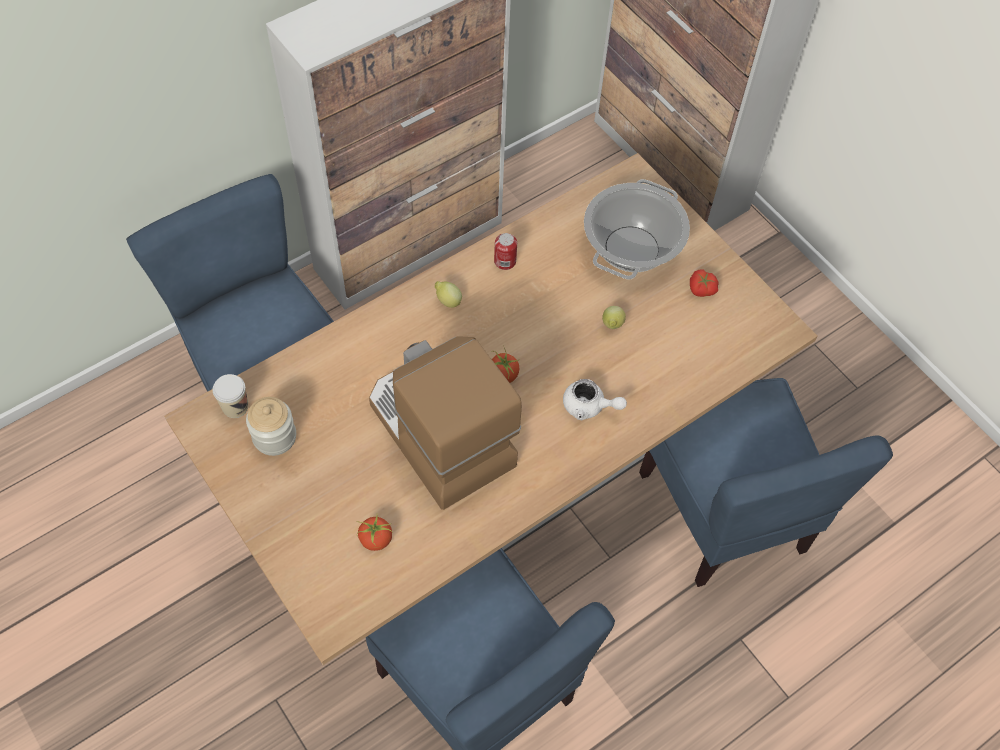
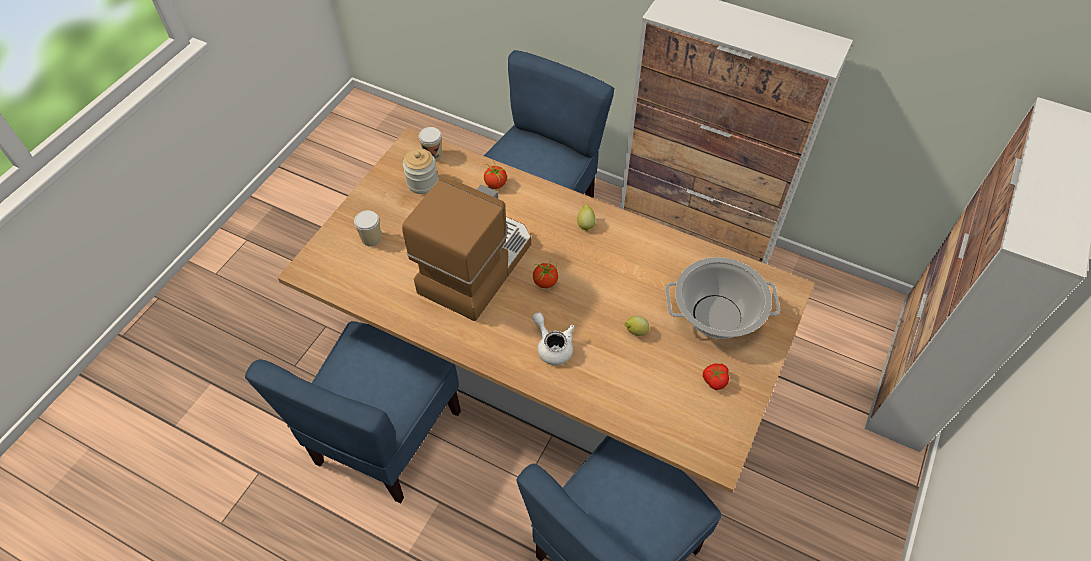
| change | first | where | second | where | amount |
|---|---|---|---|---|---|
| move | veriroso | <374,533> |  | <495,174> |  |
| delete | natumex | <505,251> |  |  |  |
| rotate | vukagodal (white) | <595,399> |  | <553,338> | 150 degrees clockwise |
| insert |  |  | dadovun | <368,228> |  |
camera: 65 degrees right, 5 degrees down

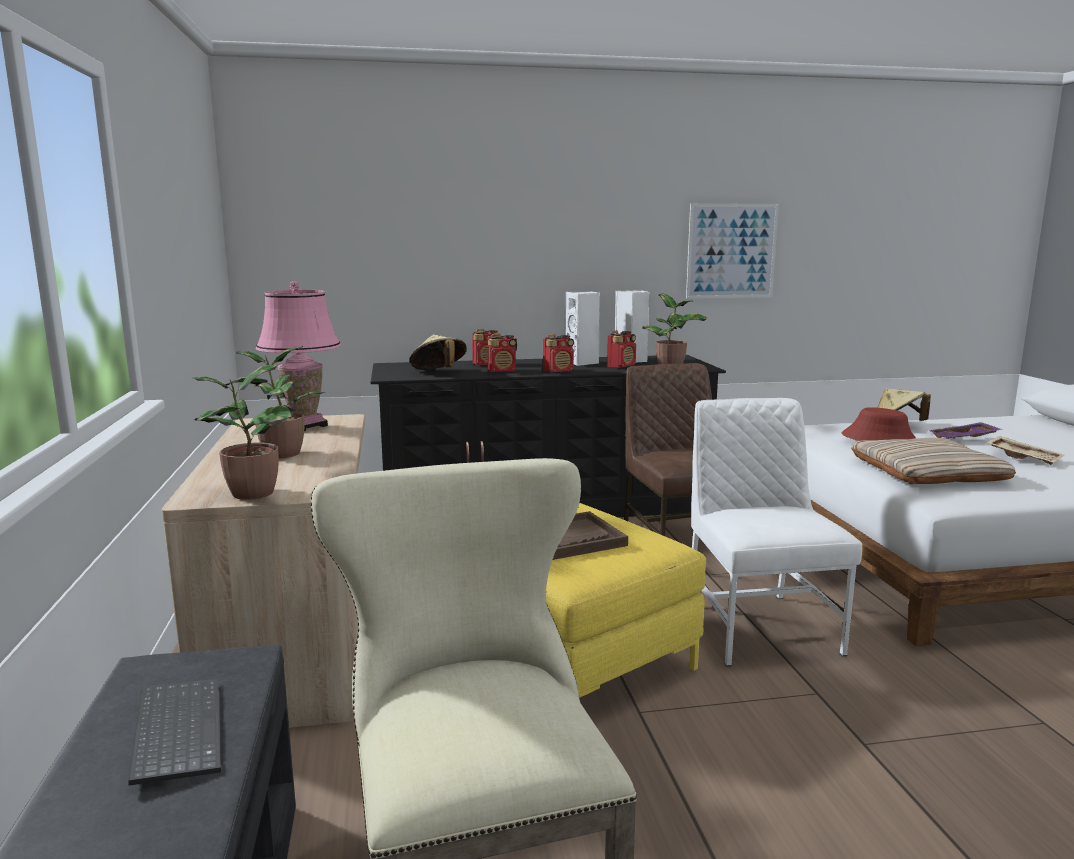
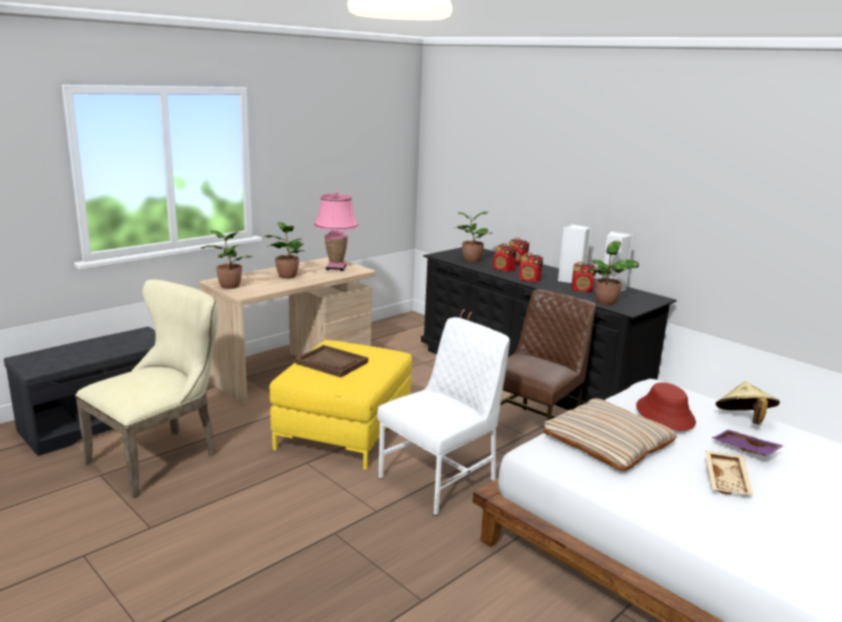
| change | first | where | second | where | amount |
|---|---|---|---|---|---|
| delete | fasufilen | <175,732> |  |  |  |
| replace | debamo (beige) | <438,352> | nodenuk | <474,237> |  |
| delete | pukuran | <732,251> |  |  |  |
camera: 55 degrees right, 5 degrees up

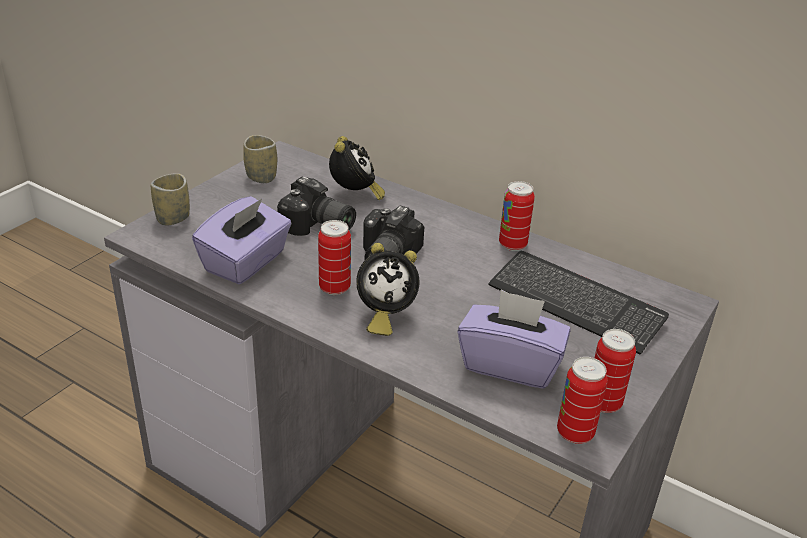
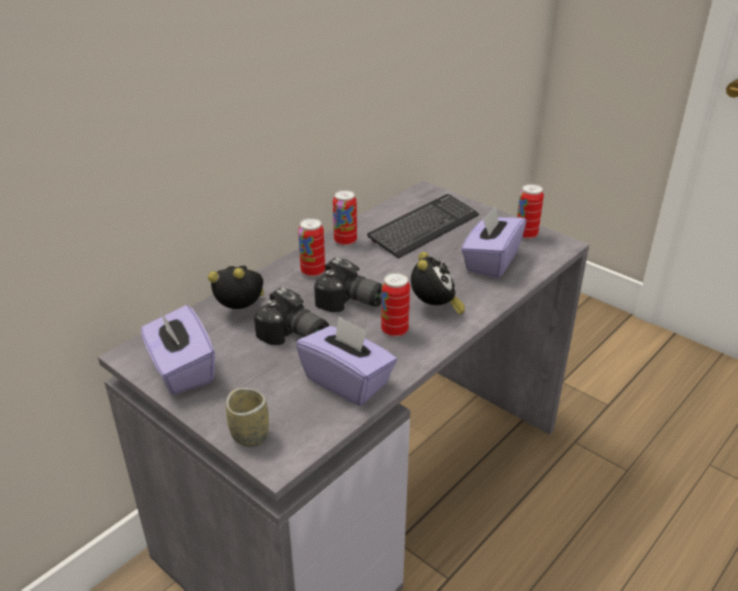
| change | first | where | second | where | amount |
|---|---|---|---|---|---|
| replace | dadovun | <260,159> | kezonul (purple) | <178,349> |  |
| rotate | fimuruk | <316,206> |  | <291,316> | 90 degrees clockwise |
| move | natumex | <582,400> |  | <311,247> |  |
camera: 80 degrees left, 0 degrees up

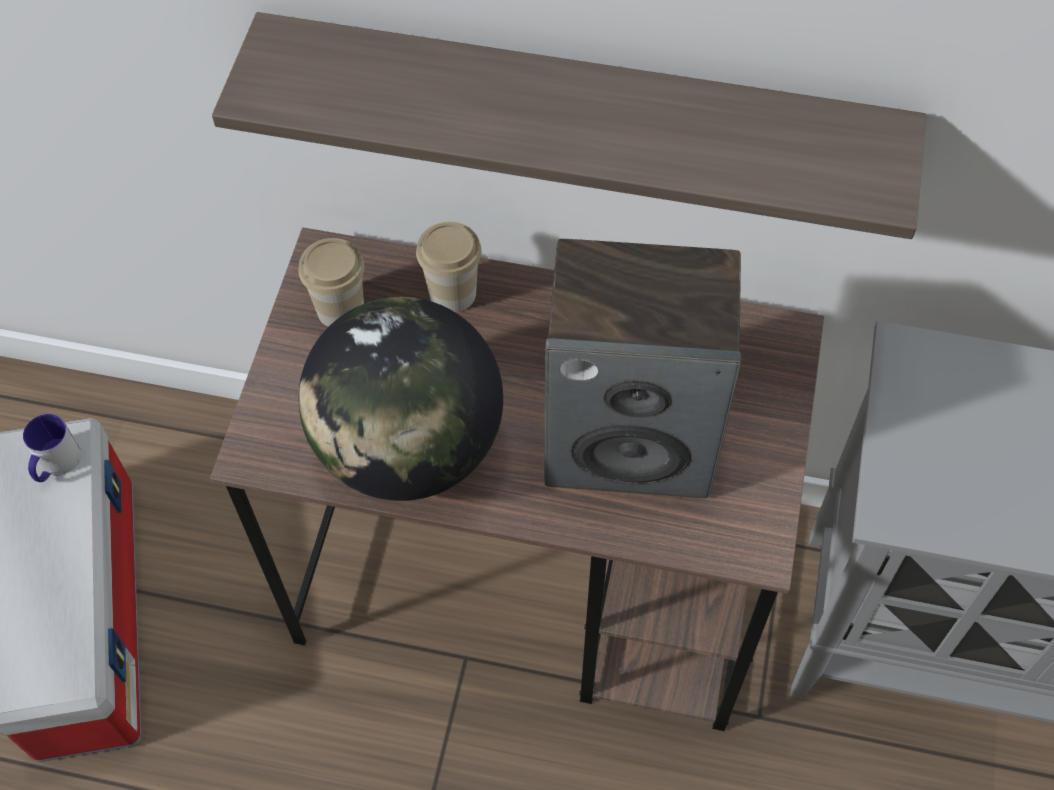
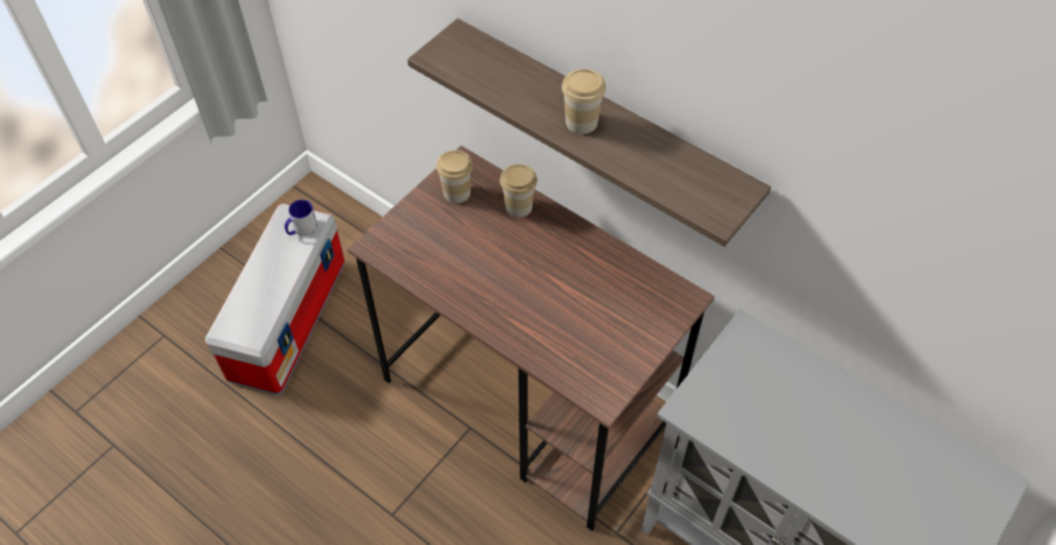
| change | first | where | second | where | amount |
|---|---|---|---|---|---|
| delete | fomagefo | <401,399> |  |  |  |
| delete | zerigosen | <642,368> |  |  |  |
| insert |  |  | dadovun | <584,101> |  |
camera: 25 degrees right, 5 degrees down

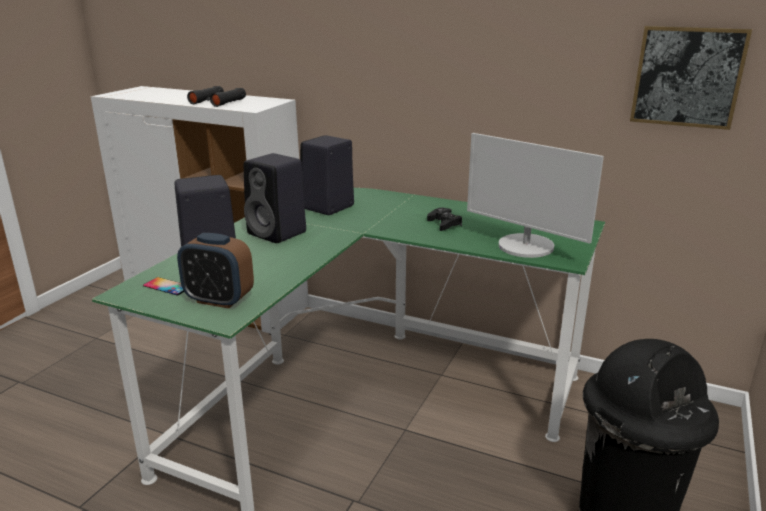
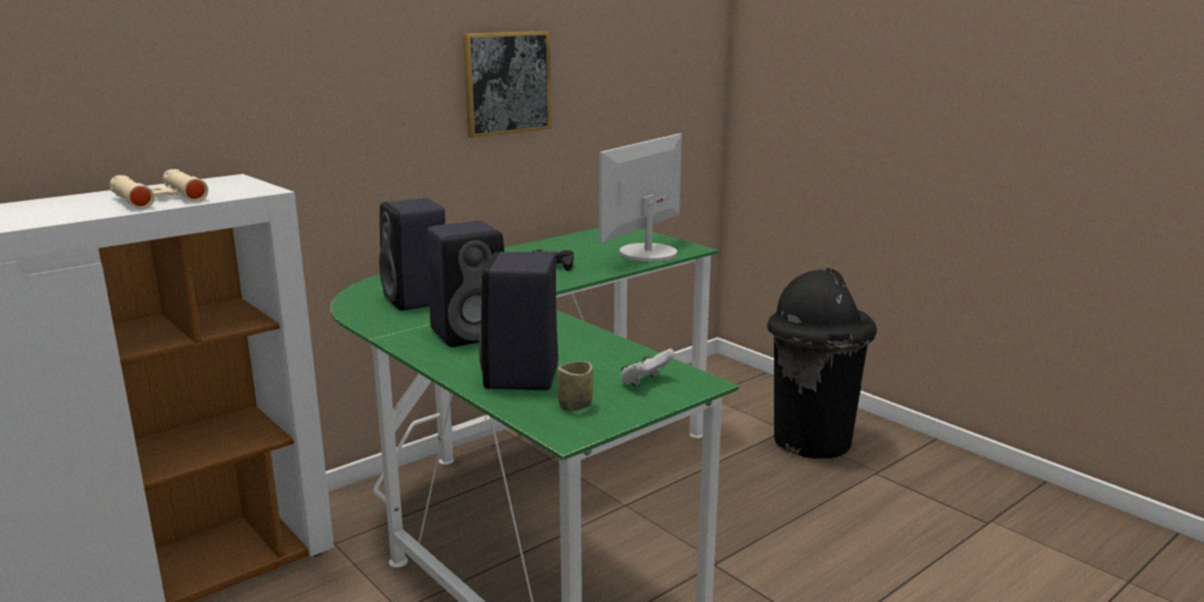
| change | first | where | second | where | amount |
|---|---|---|---|---|---|
| replace | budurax | <163,286> | dadovun | <575,386> |  |
| replace | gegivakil | <215,270> | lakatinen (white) | <648,367> |  |
| recolor | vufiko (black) | <216,96> | vufiko (beige) | <159,189> |  |
| rotate | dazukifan | <535,195> |  | <640,198> | 150 degrees clockwise |
| move | pukuran | <691,78> |  | <507,84> |  |
camera: 65 degrees left, 5 degrees down

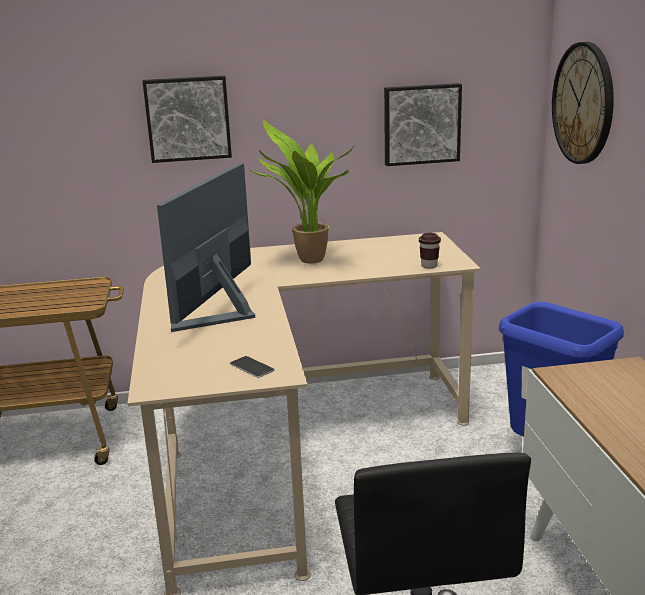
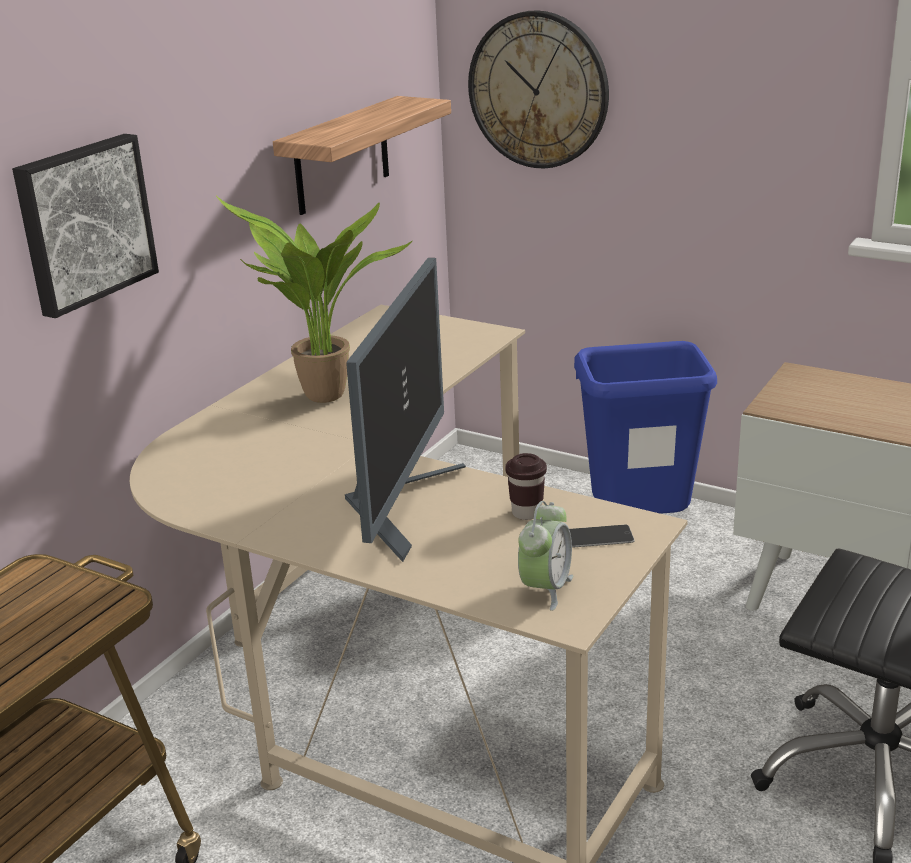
| change | first | where | second | where | amount |
|---|---|---|---|---|---|
| rotate | dazukifan | <206,247> |  | <405,410> | 135 degrees counterclockwise |
| replace | pukuran | <423,124> | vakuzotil | <362,155> |  |
| move | dadovun (brown) | <430,251> |  | <526,486> |  |
| insert |  |  | gegivakil | <545,556> |  |
camera: 50 degrees left, 5 degrees up

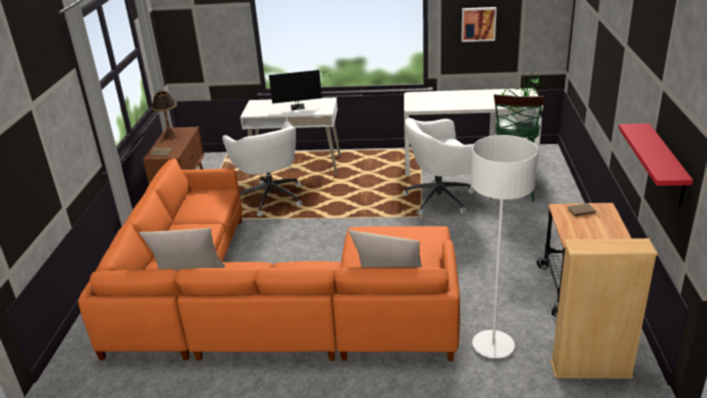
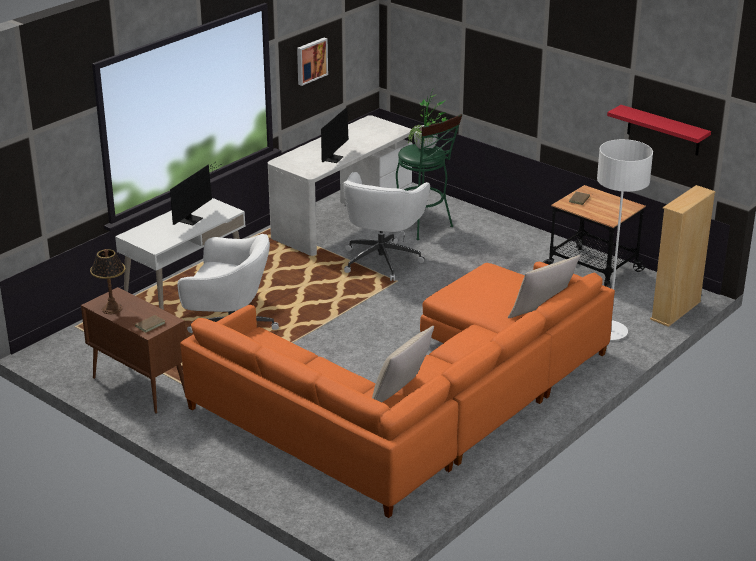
| change | first | where | second | where | amount |
|---|---|---|---|---|---|
| insert |  |  | dazukifan | <337,135> |  |
camera: 55 degrees left, 0 degrees up

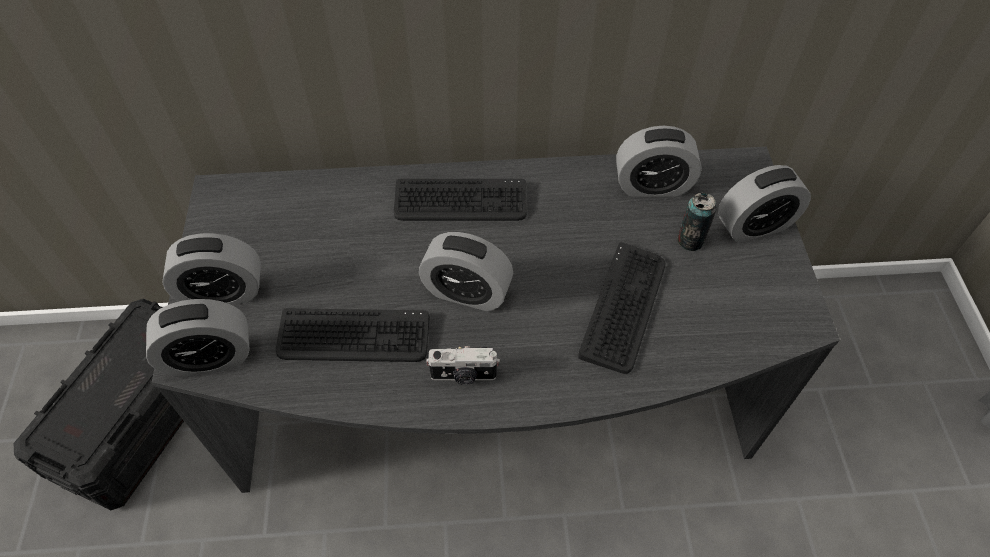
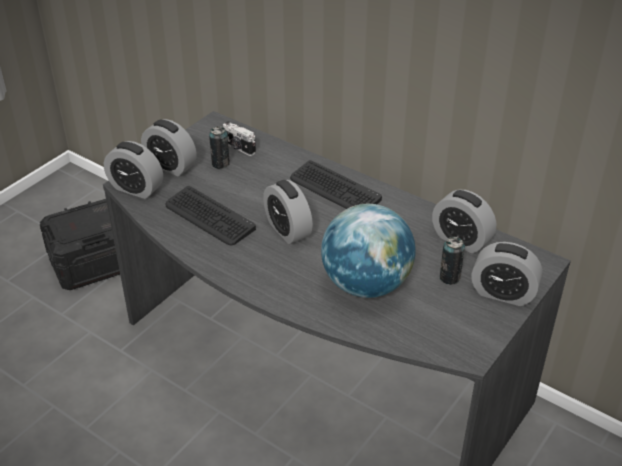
| change | first | where | second | where | amount |
|---|---|---|---|---|---|
| move | fimuruk | <463,365> |  | <239,138> |  |
| replace | fasufilen | <621,308> | fomagefo | <368,251> |  |
| insert |  |  | natumex | <219,147> |  |
camera: 40 degrees right, 15 degrees down

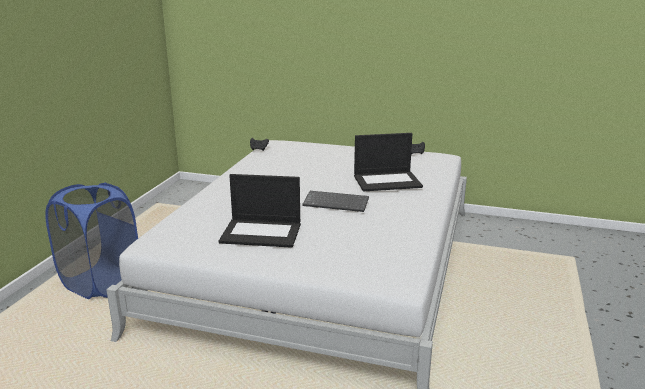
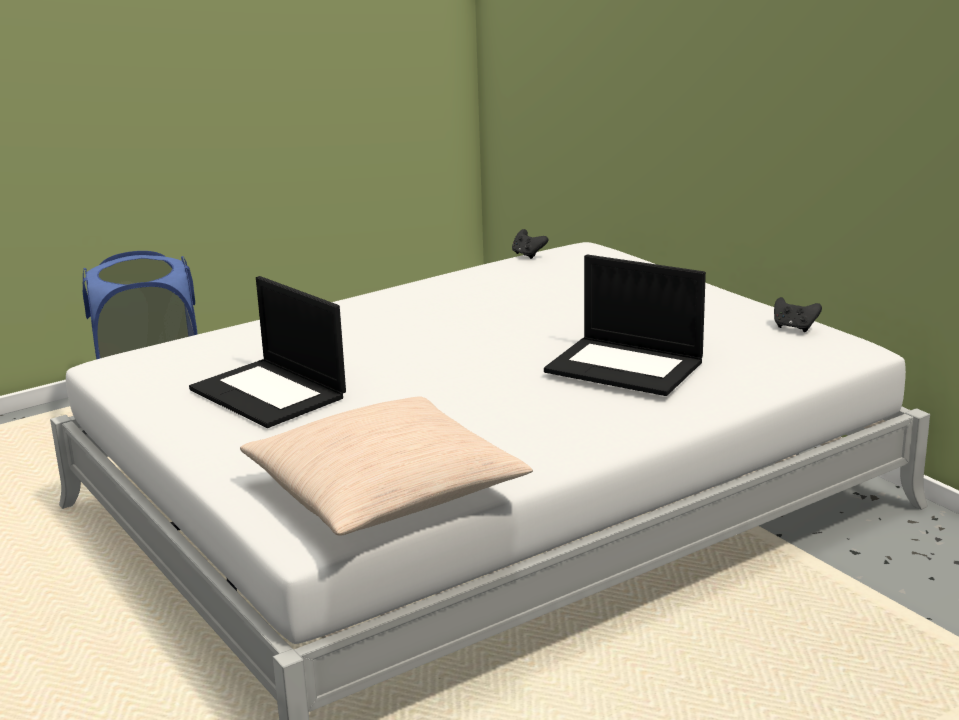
| change | first | where | second | where | amount |
|---|---|---|---|---|---|
| delete | fasufilen | <335,201> |  |  |  |
| insert |  |  | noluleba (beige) | <386,466> |  |
camera: 40 degrees right, 0 degrees up

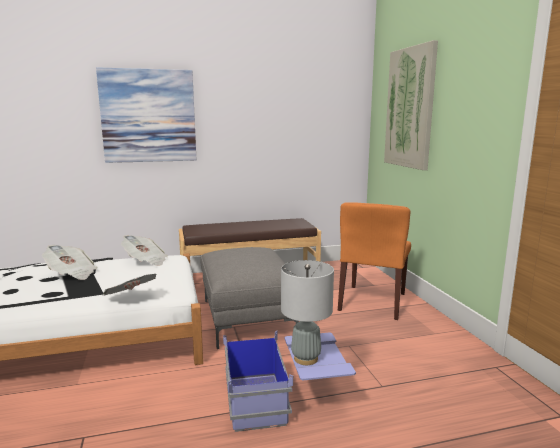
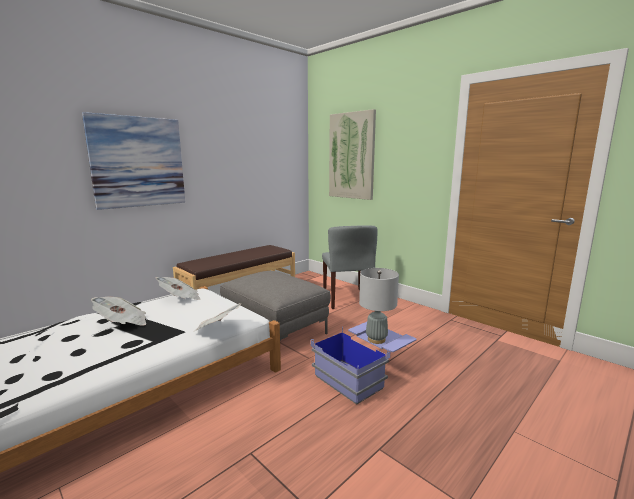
| change | first | where | second | where | amount |
|---|---|---|---|---|---|
| recolor | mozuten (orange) | <374,261> | mozuten (grey) | <350,267> |  |
camera: 30 degrees left, 0 degrees up

